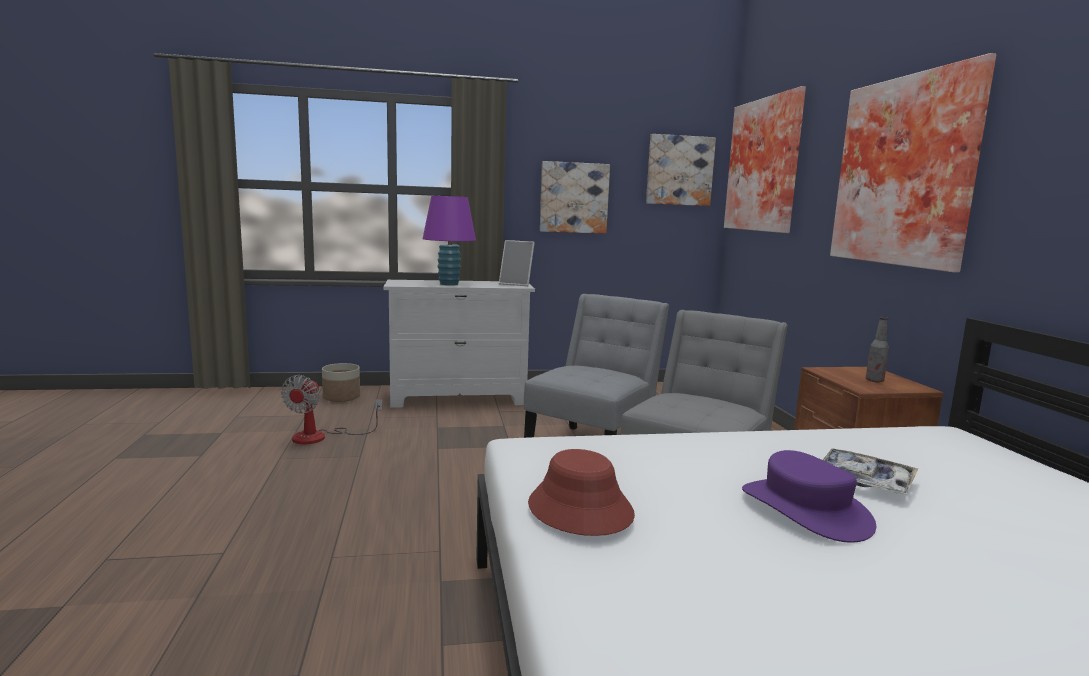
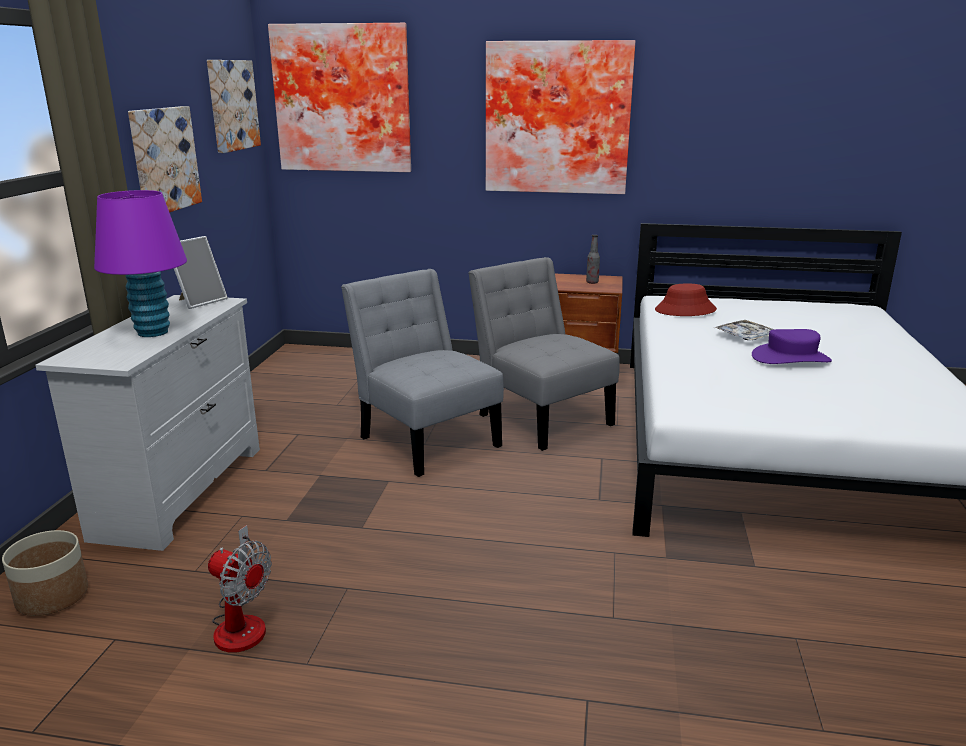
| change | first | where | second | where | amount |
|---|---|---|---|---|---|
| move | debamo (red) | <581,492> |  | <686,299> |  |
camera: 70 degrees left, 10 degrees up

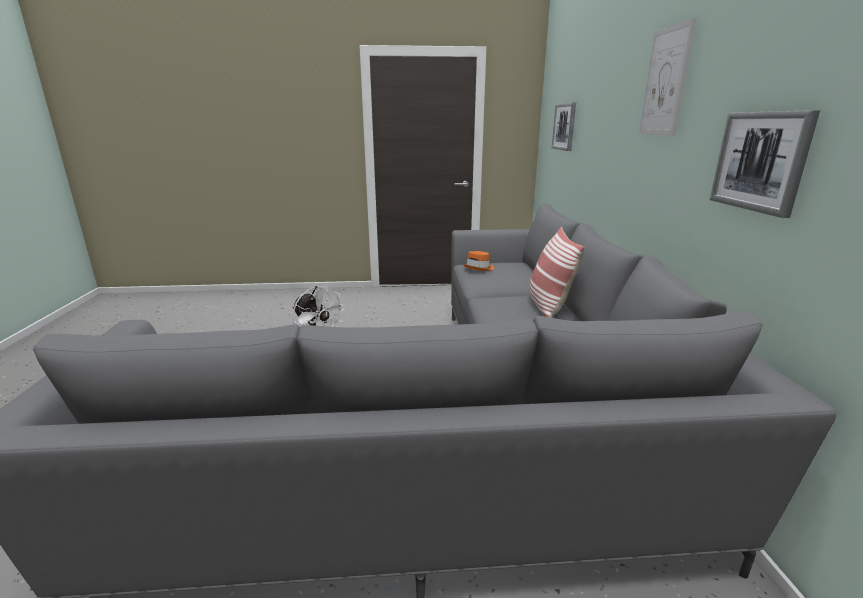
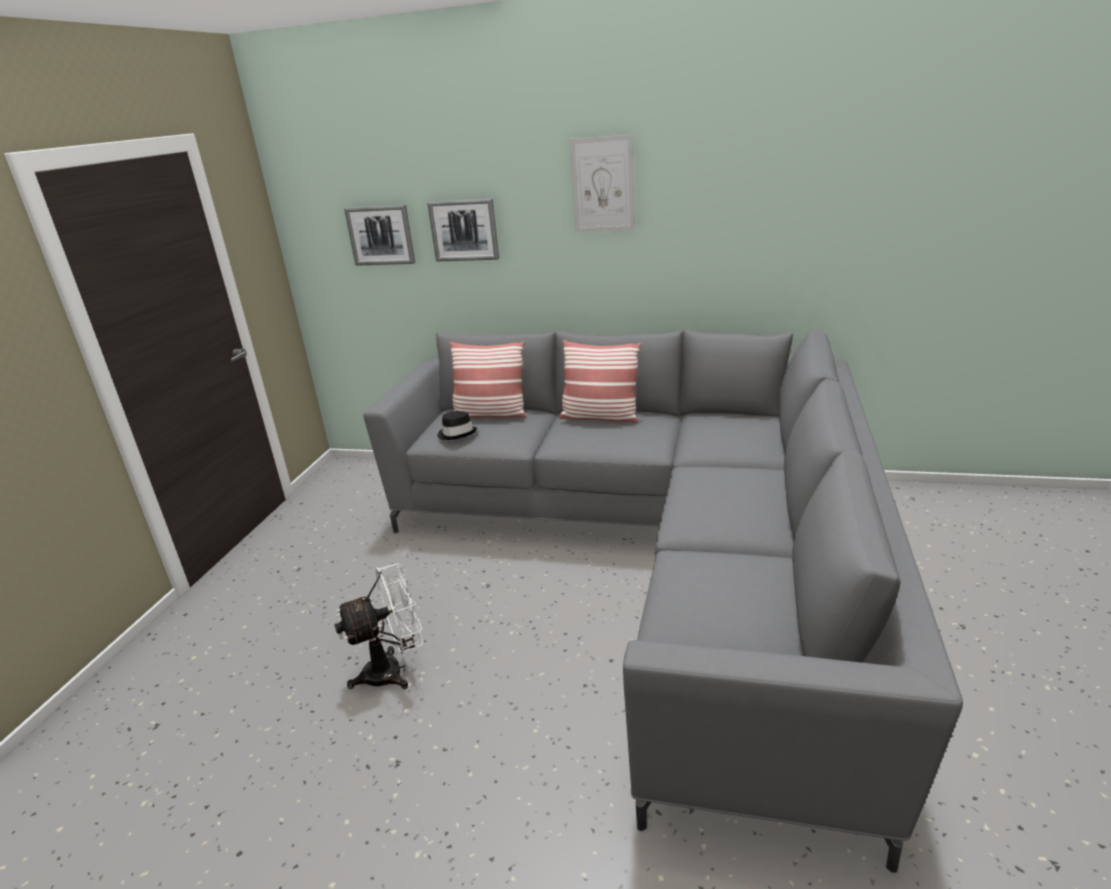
| change | first | where | second | where | amount |
|---|---|---|---|---|---|
| recolor | debamo (orange) | <478,261> | debamo (black) | <457,425> |  |
| move | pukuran | <765,164> |  | <463,229> |  |
| insert |  |  | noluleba | <488,379> |  |
camera: 70 degrees left, 5 degrees up

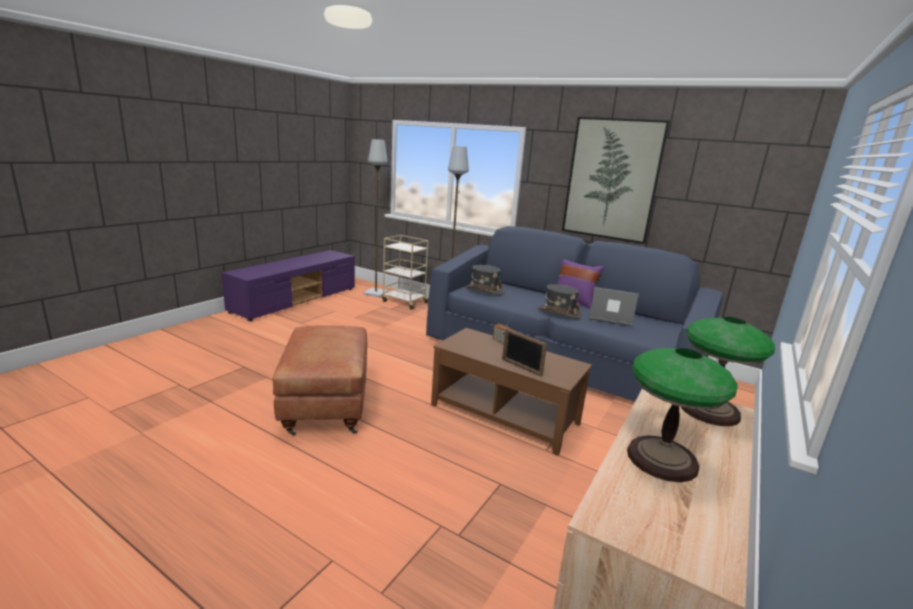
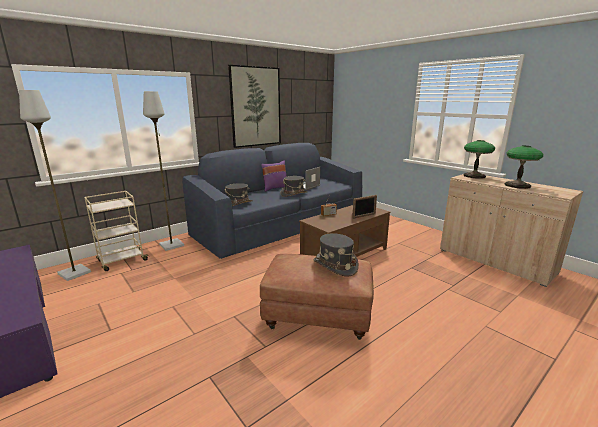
| change | first | where | second | where | amount |
|---|---|---|---|---|---|
| insert |  |  | debamo (grey) | <336,255> |  |
camera: 70 degrees left, 0 degrees up

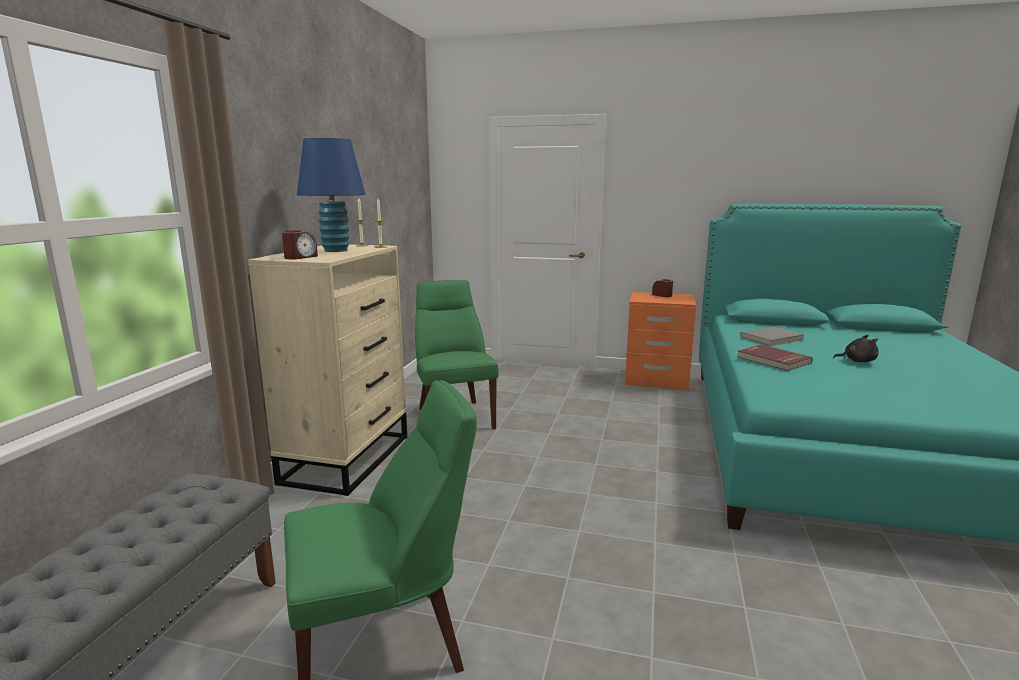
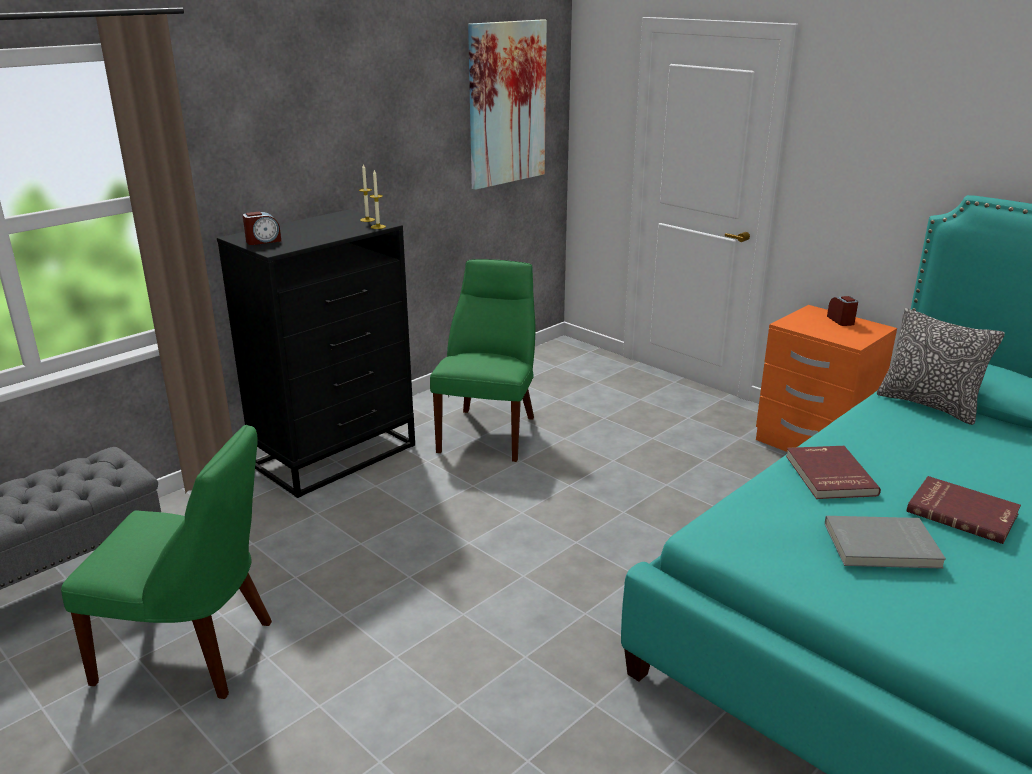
| change | first | where | second | where | amount |
|---|---|---|---|---|---|
| recolor | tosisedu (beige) | <327,370> | tosisedu (black) | <316,353> |  |
| delete | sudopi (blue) | <331,195> |  |  |  |
| move | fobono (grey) | <772,336> |  | <885,542> |  |
| replace | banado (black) | <856,348> | fobono (red) | <964,510> |  |
| insert |  |  | pukuran | <507,104> |  |
| insert |  |  | noluleba | <941,366> |  |
camera: 30 degrees right, 10 degrees up

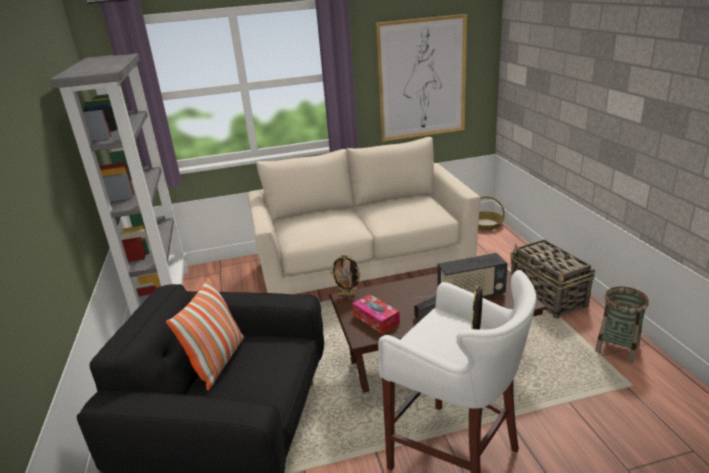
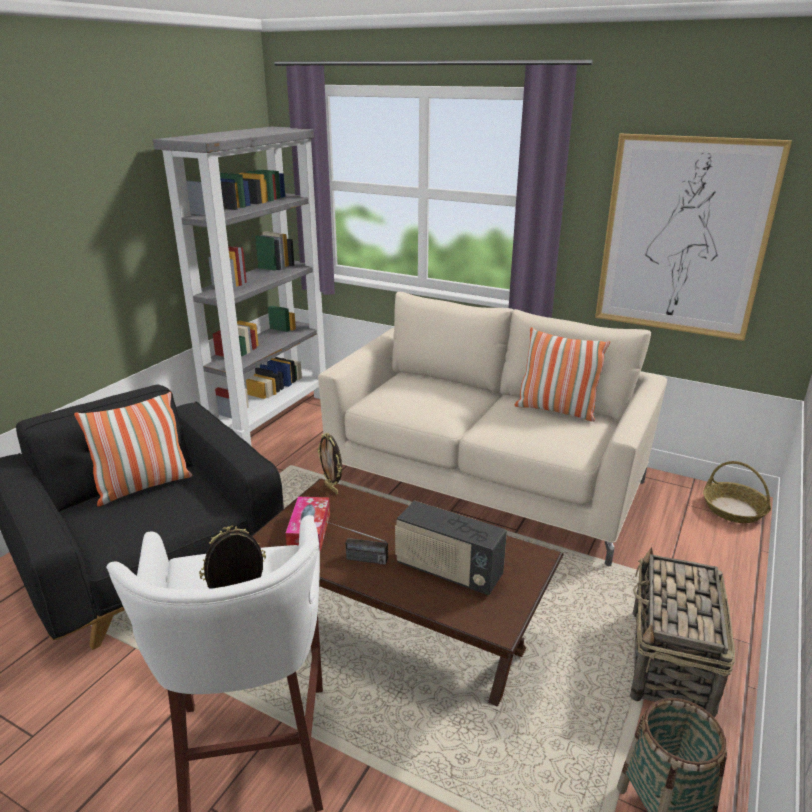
| change | first | where | second | where | amount |
|---|---|---|---|---|---|
| insert |  |  | noluleba | <562,374> |  |
camera: 40 degrees right, 0 degrees up

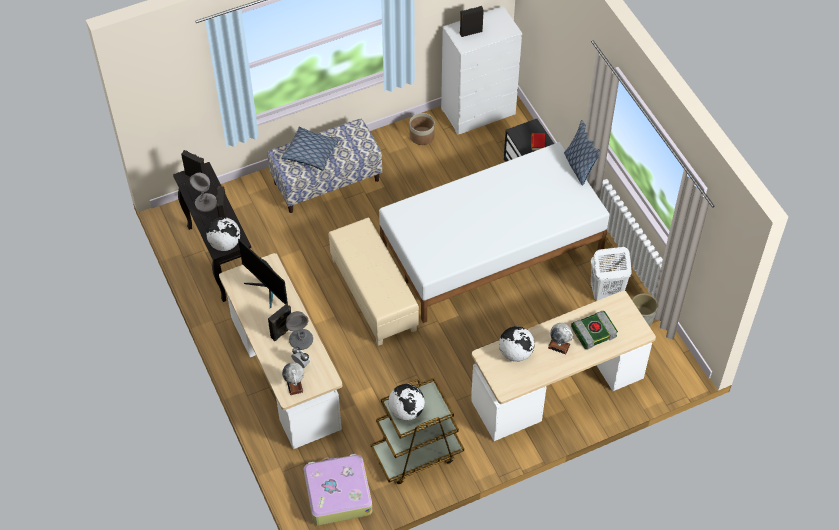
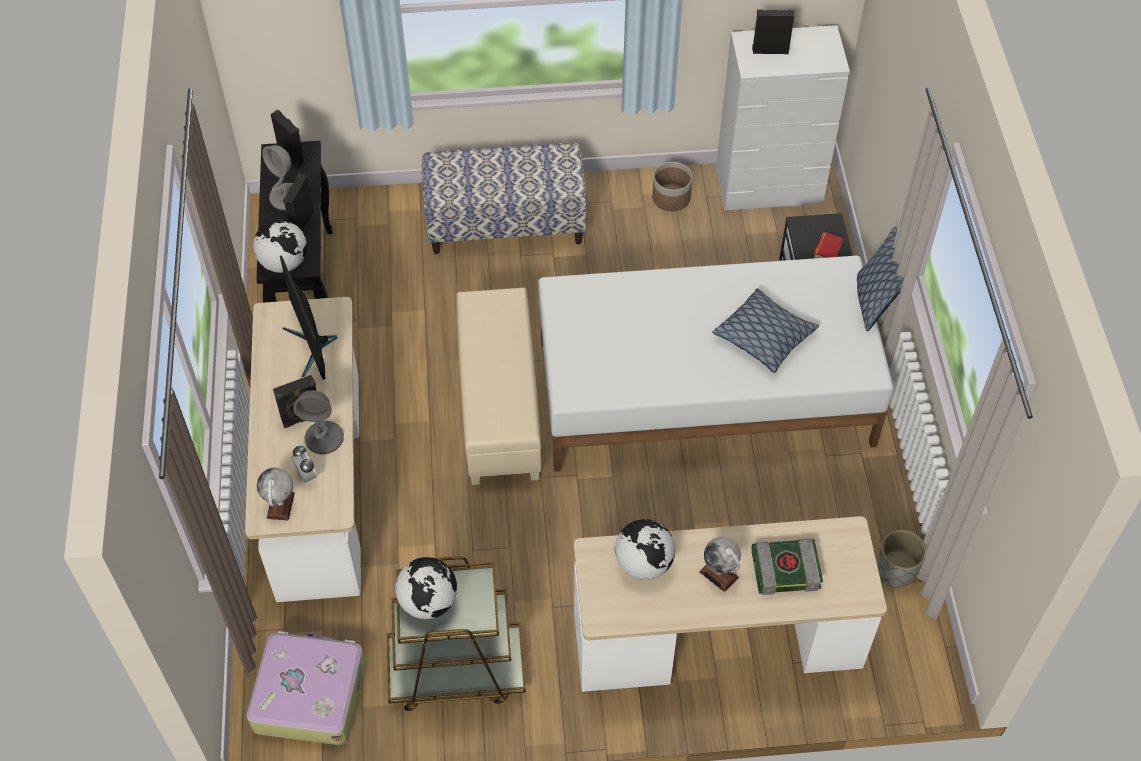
| change | first | where | second | where | amount |
|---|---|---|---|---|---|
| move | noluleba | <310,149> |  | <765,330> |  |
| delete | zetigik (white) | <610,273> |  |  |  |
camera: 20 degrees right, 0 degrees up

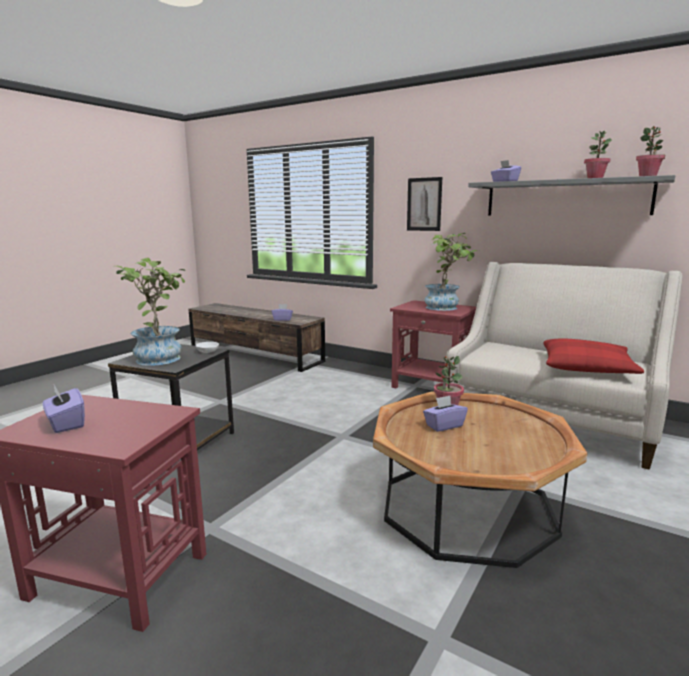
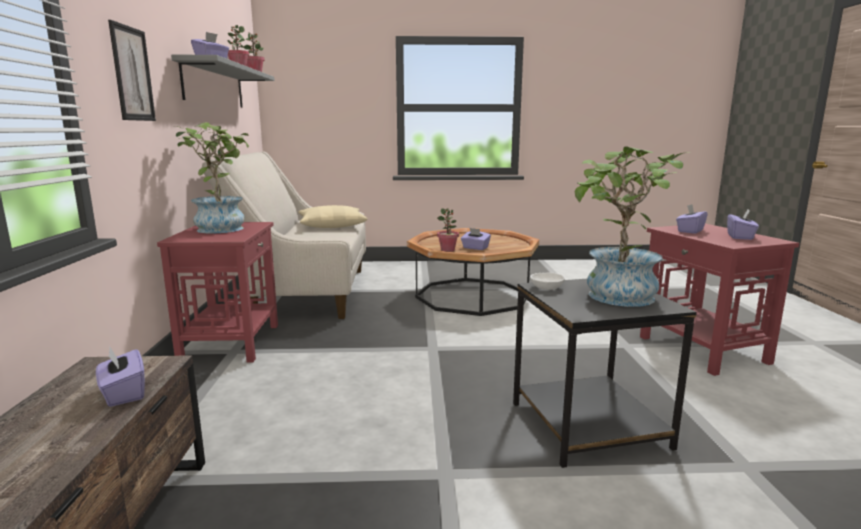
| change | first | where | second | where | amount |
|---|---|---|---|---|---|
| recolor | noluleba (red) | <593,356> | noluleba (beige) | <333,216> |  |
| insert |  |  | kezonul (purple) | <692,219> |  |
camera: 125 degrees left, 0 degrees up

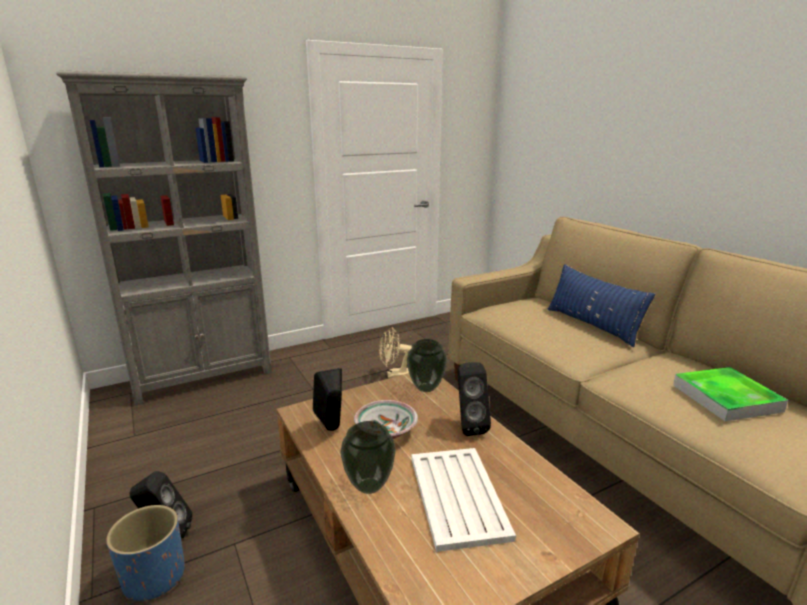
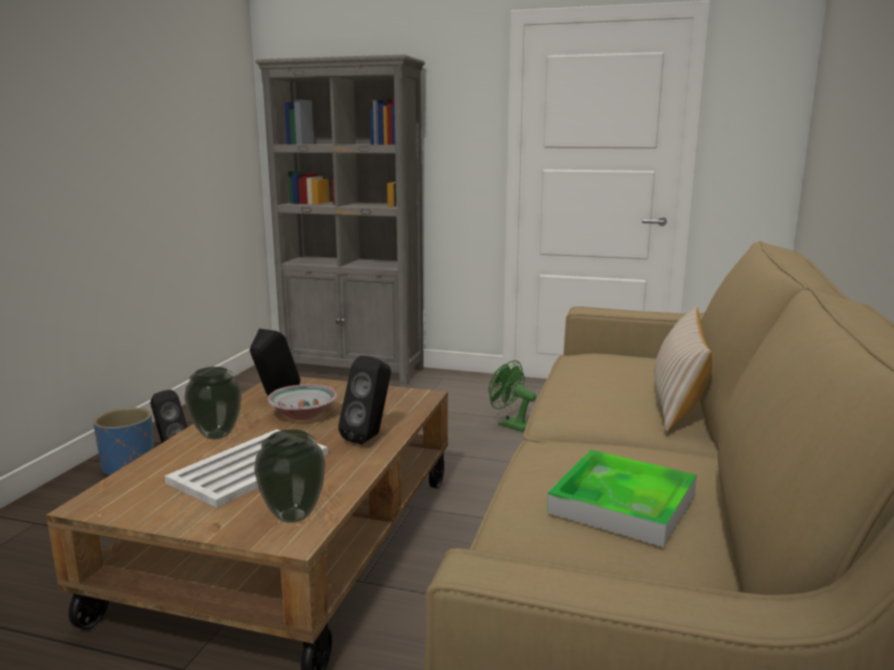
| change | first | where | second | where | amount |
|---|---|---|---|---|---|
| recolor | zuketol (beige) | <395,352> | zuketol (green) | <512,396> |  |
| move | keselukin | <427,365> |  | <290,476> |  |
| recolor | noluleba (blue) | <601,305> | noluleba (beige) | <683,369> |  |
camera: 45 degrees right, 5 degrees down

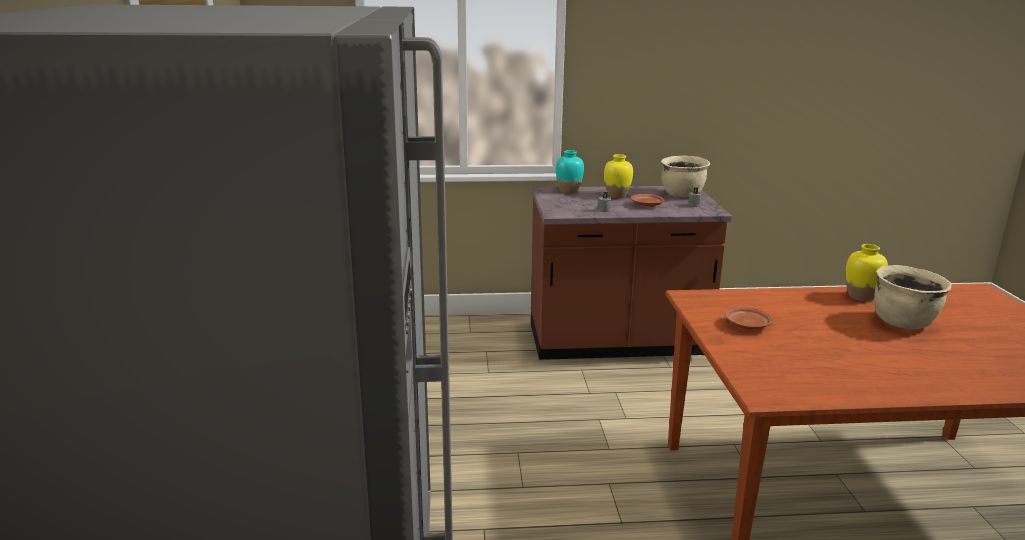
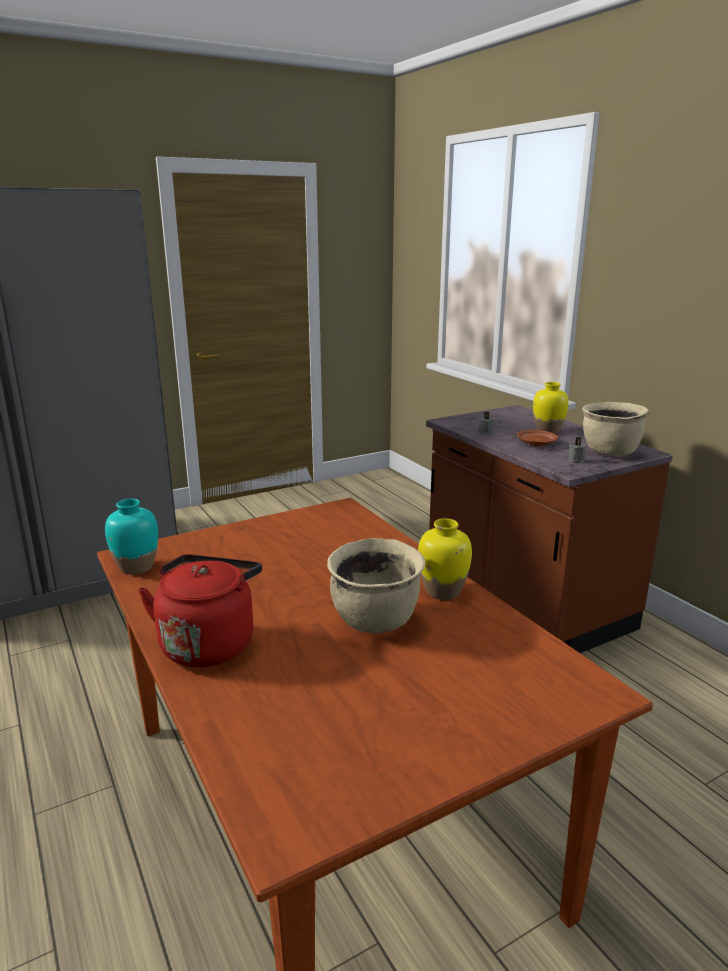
| change | first | where | second | where | amount |
|---|---|---|---|---|---|
| move | keselukin (turquoise) | <570,171> |  | <131,537> |  |
| delete | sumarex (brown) | <749,318> |  |  |  |
| insert |  |  | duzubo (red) | <200,610> |  |
camera: 65 degrees right, 0 degrees up

